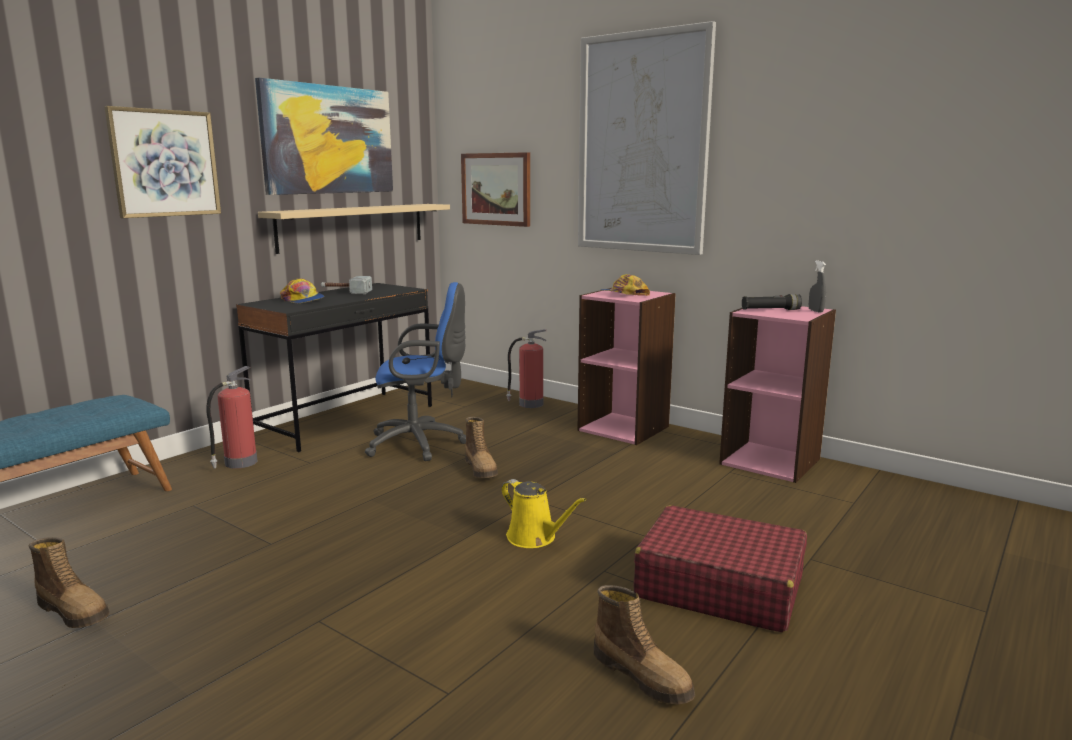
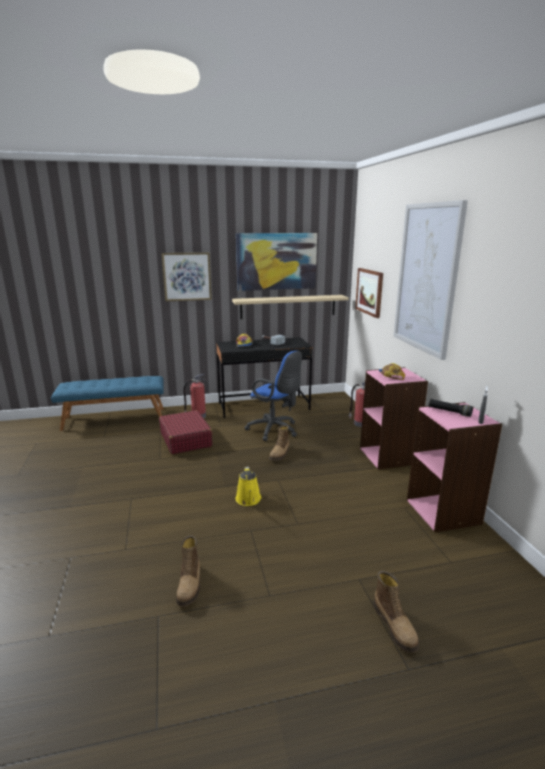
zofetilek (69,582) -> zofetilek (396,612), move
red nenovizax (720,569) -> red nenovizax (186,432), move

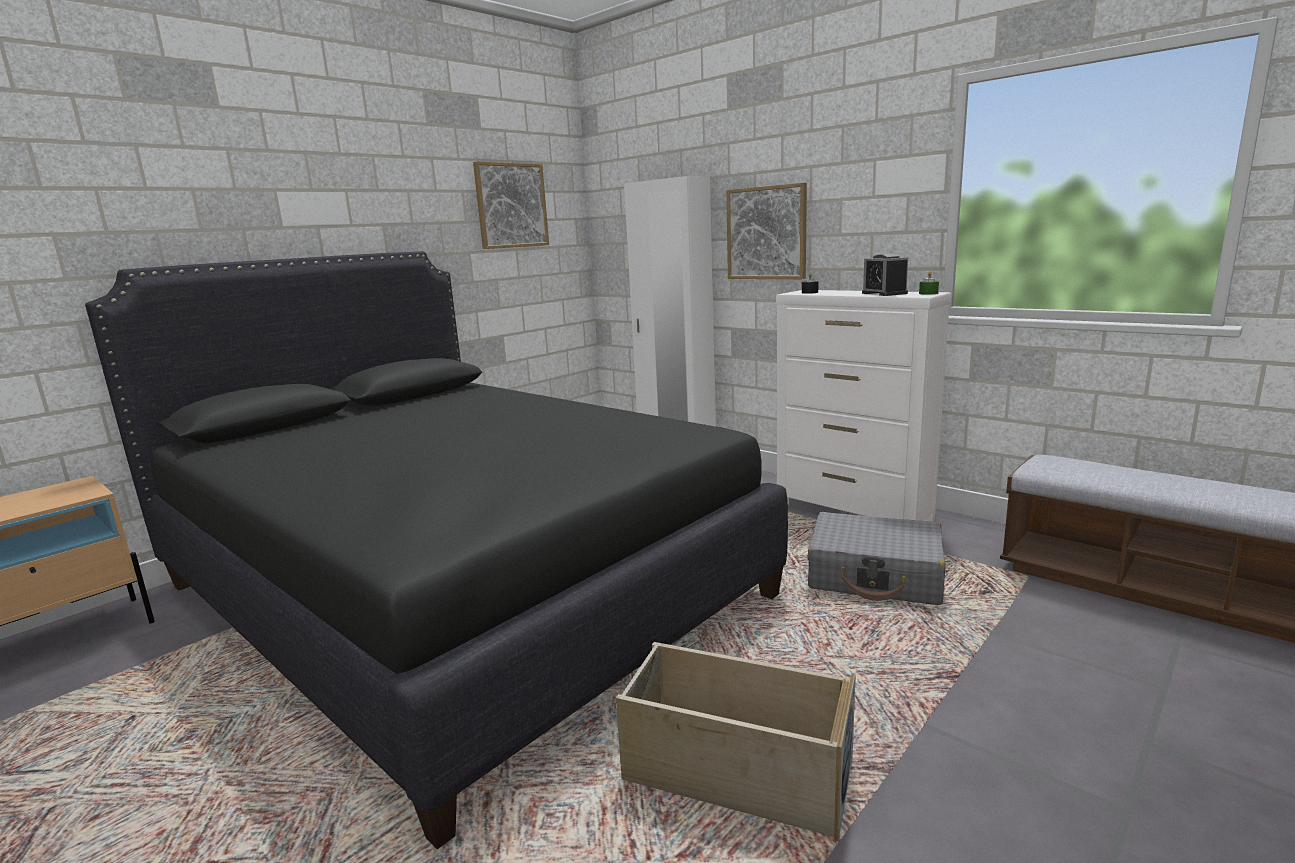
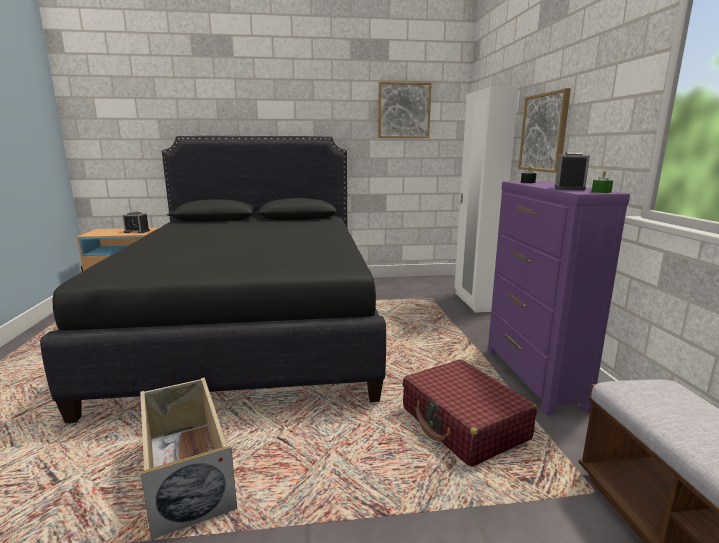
none -> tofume (136,222)
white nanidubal (863,406) -> purple nanidubal (559,298)
grey nenovizax (876,558) -> red nenovizax (470,413)

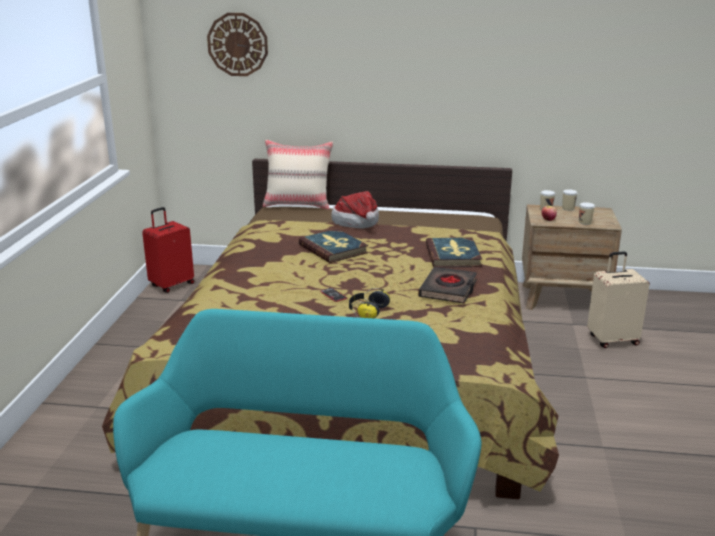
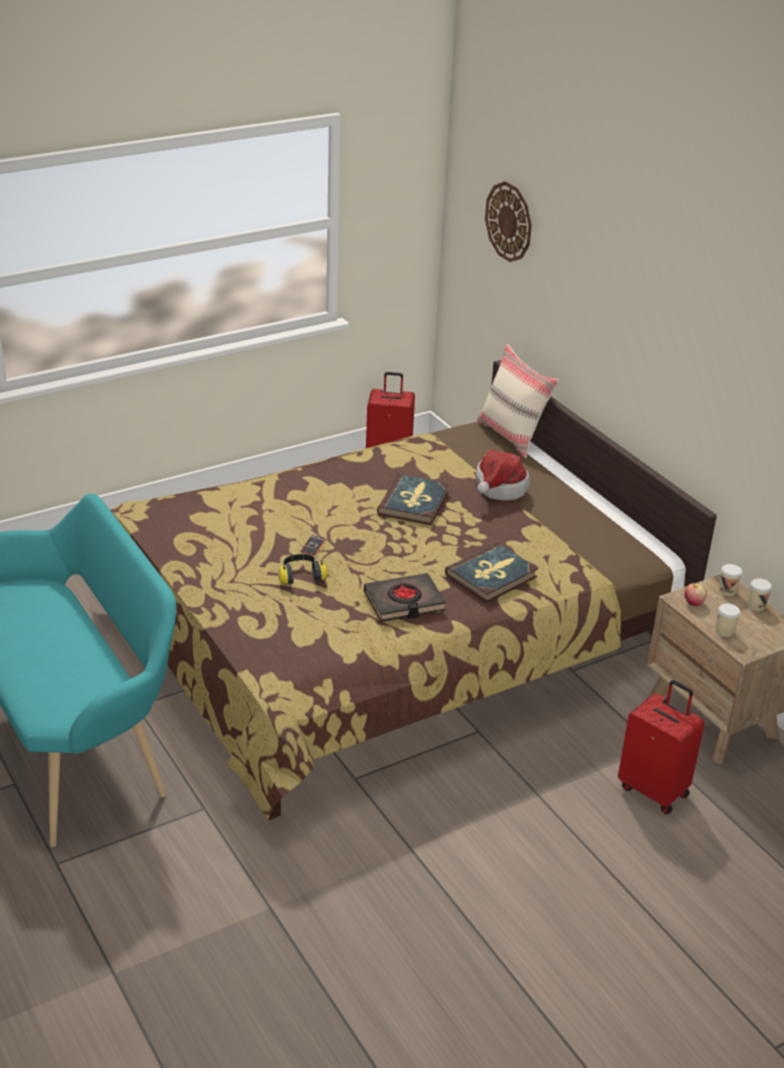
beige nenovizax (618,299) -> red nenovizax (661,747)

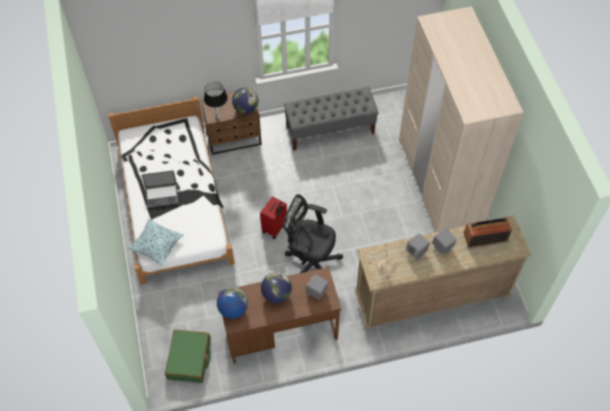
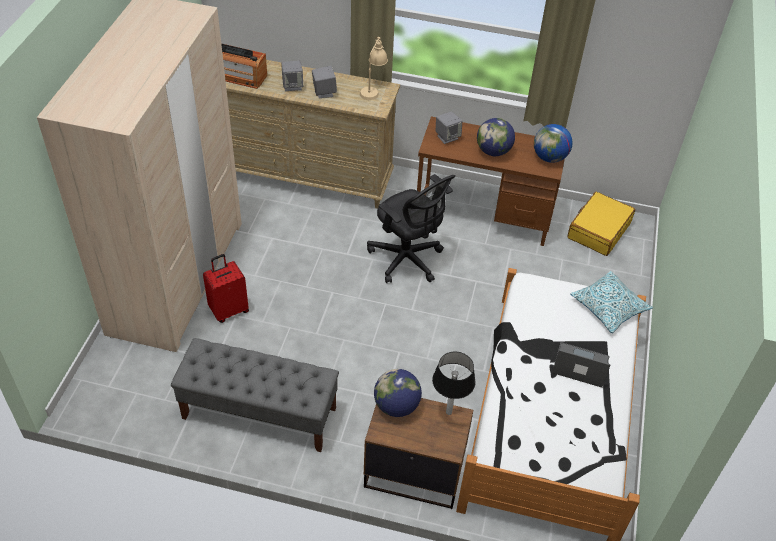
red nenovizax (273,217) -> red nenovizax (226,288), move
green nenovizax (188,356) -> yellow nenovizax (601,224)

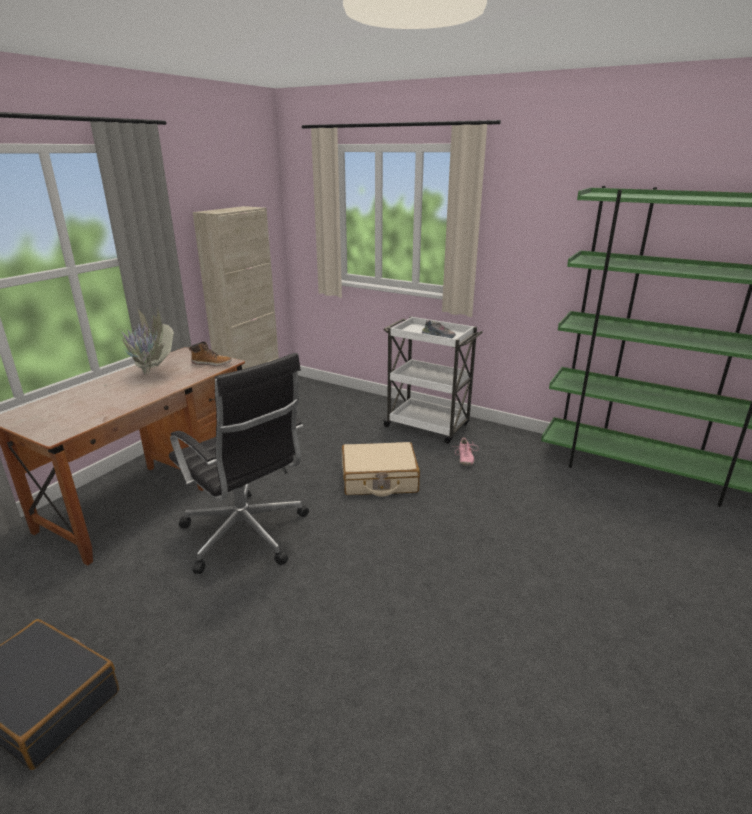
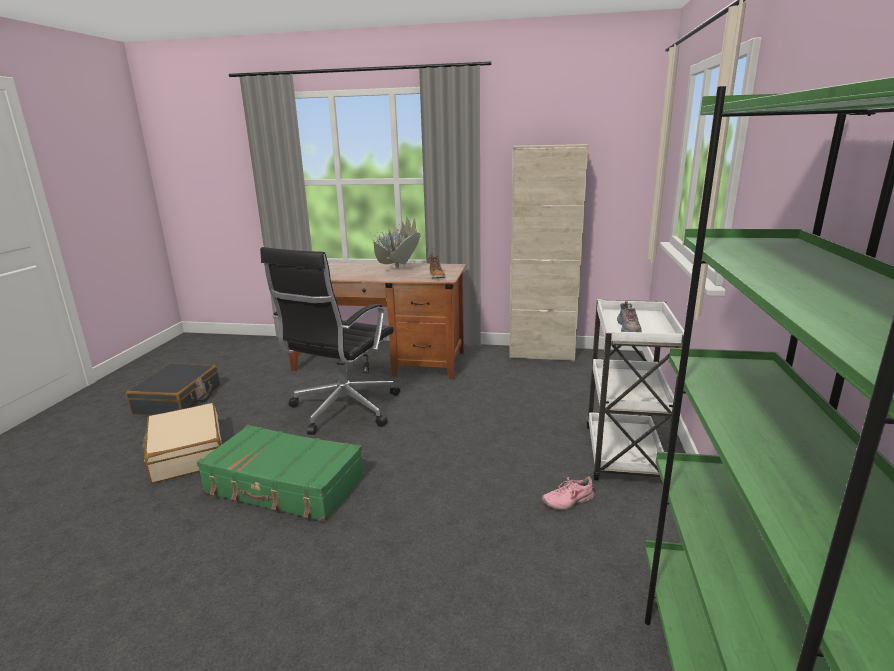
none -> green nenovizax (280,473)
beige nenovizax (381,469) -> beige nenovizax (182,443), move

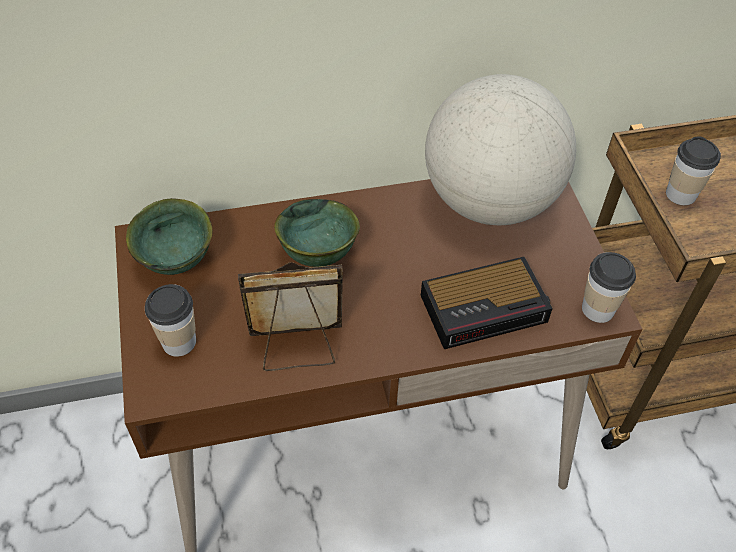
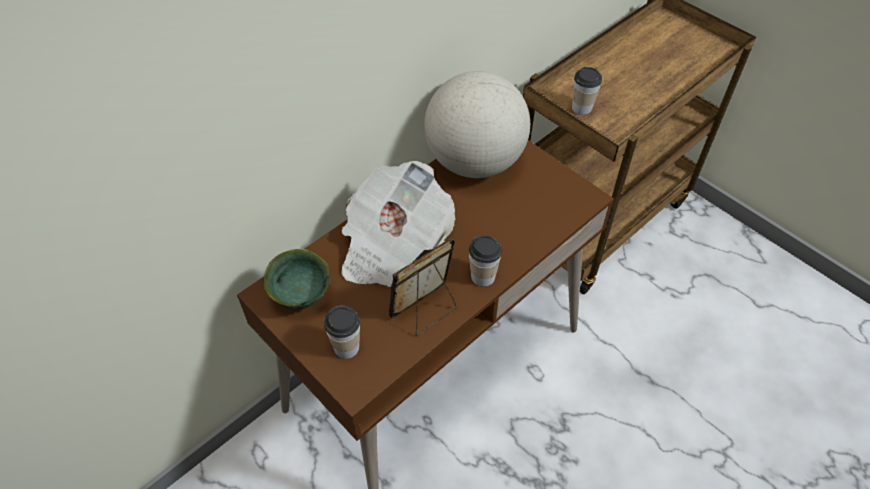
tofume (487,303) -> none
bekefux (609,287) -> bekefux (485,261), move
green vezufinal (317,233) -> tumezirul (398,224)

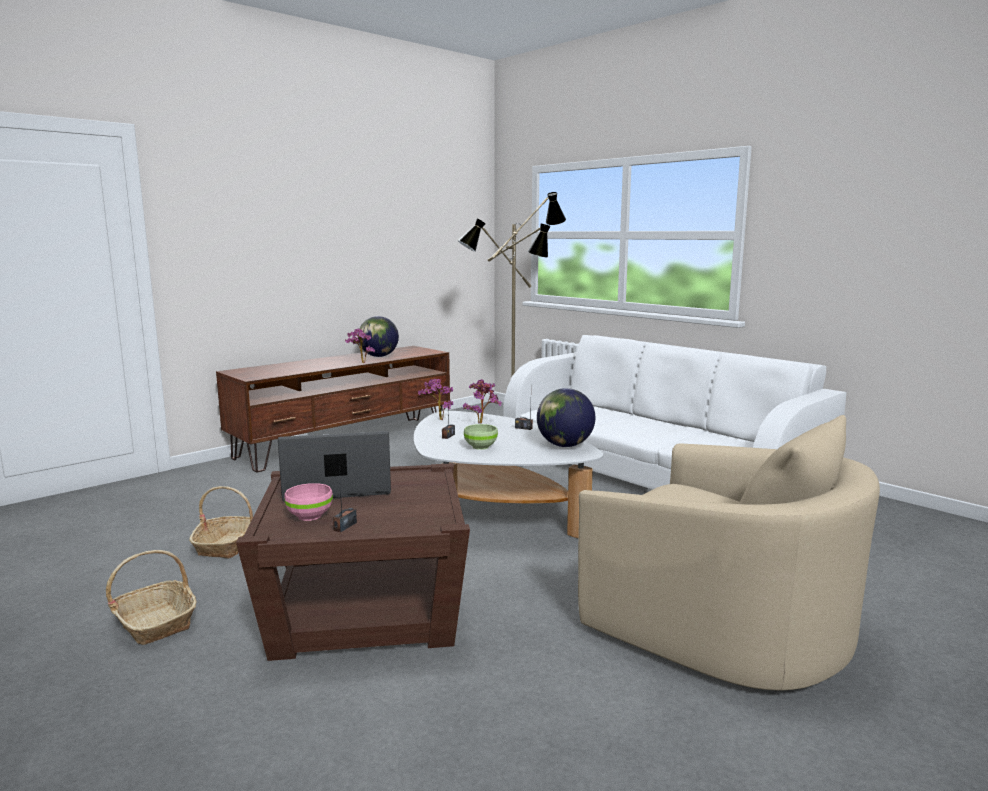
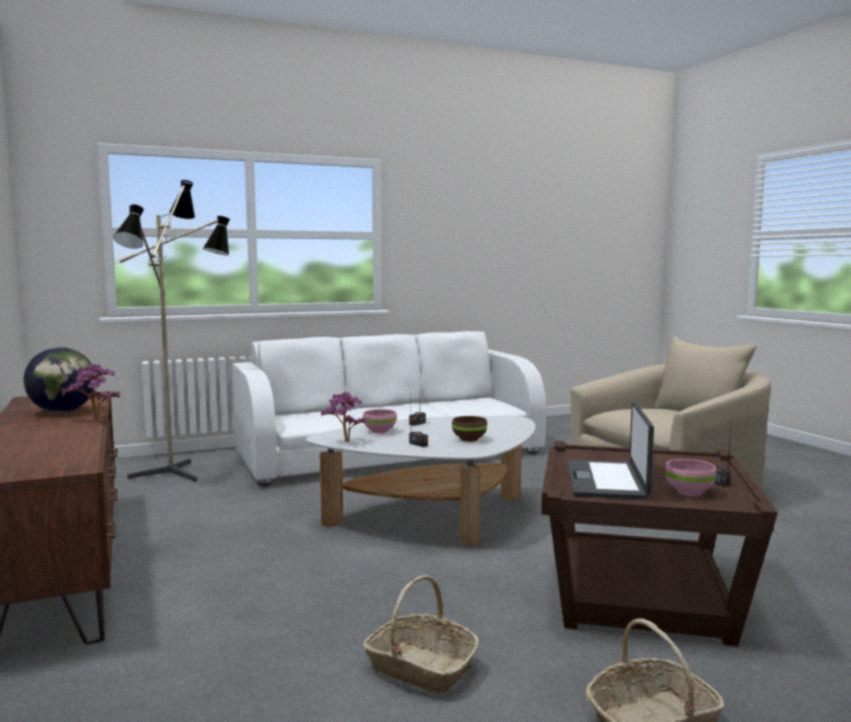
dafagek (566,417) -> none
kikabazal (482,401) -> pink vezufinal (380,421)
green vezufinal (481,437) -> brown vezufinal (469,429)

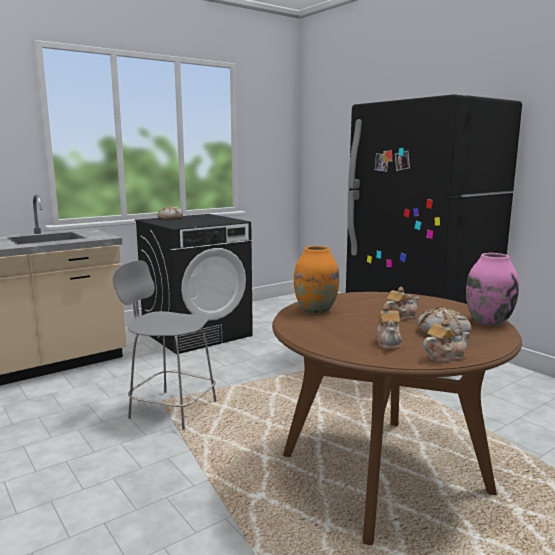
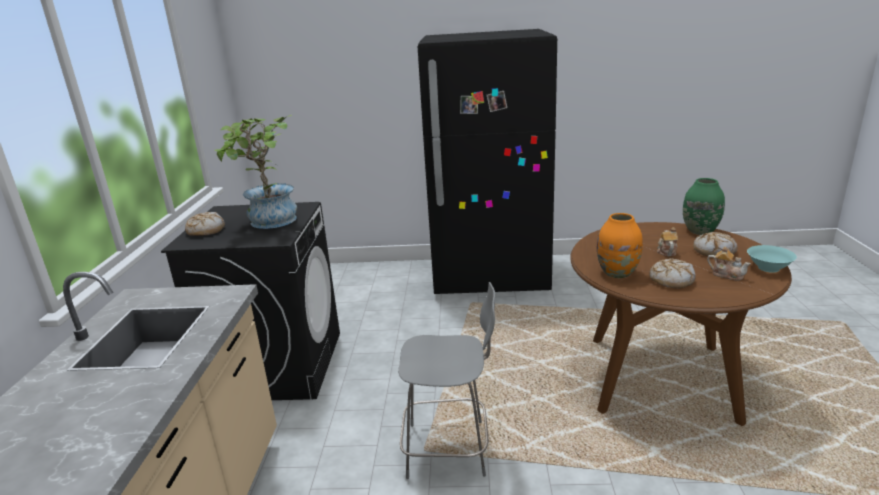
none -> kikabazal (256,172)
none -> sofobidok (672,273)
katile (446,341) -> turquoise vezufinal (772,259)
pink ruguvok (492,289) -> green ruguvok (704,206)
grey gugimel (165,345) -> grey gugimel (446,380), 150 degrees counterclockwise

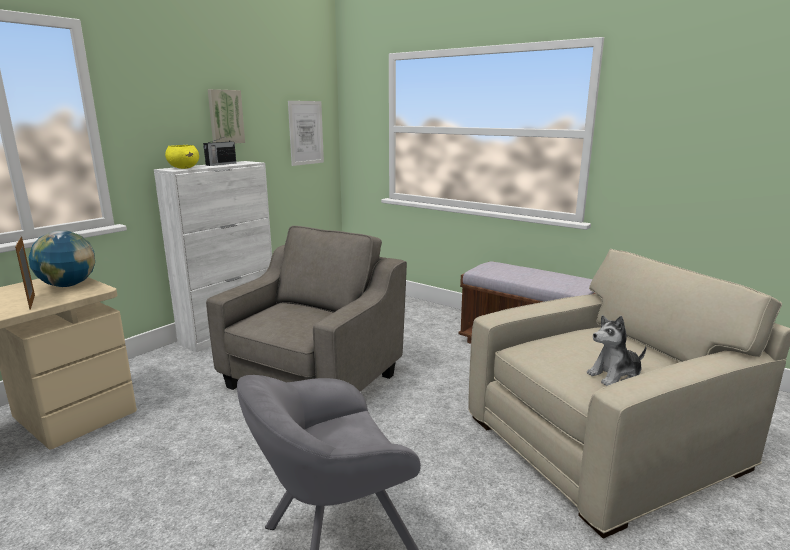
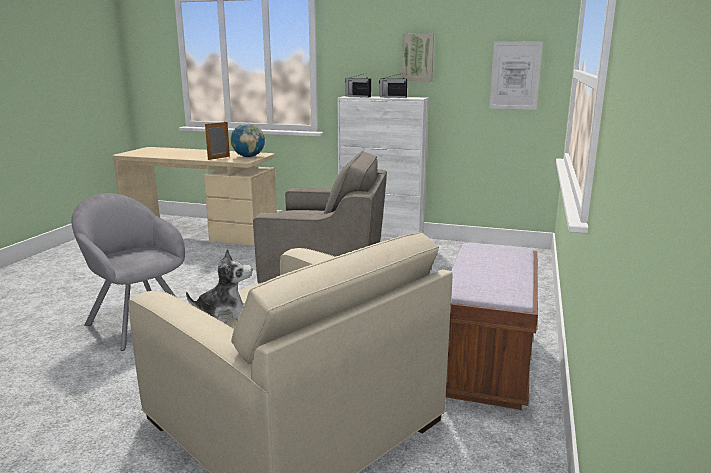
yellow vezufinal (182,157) -> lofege (358,85)
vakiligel (617,350) -> vakiligel (219,286), 120 degrees clockwise

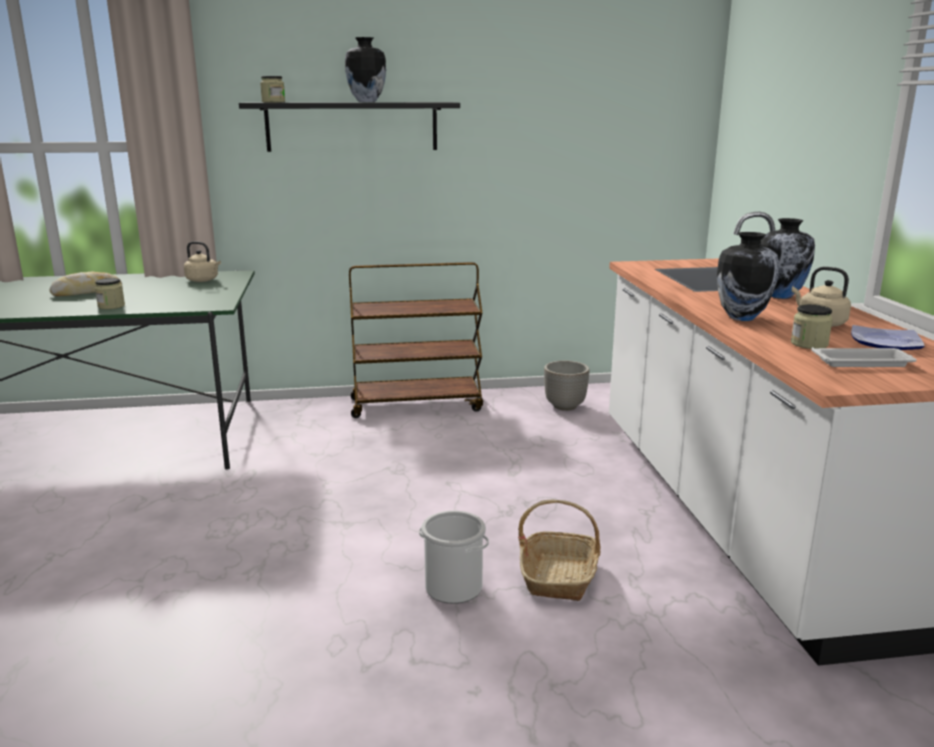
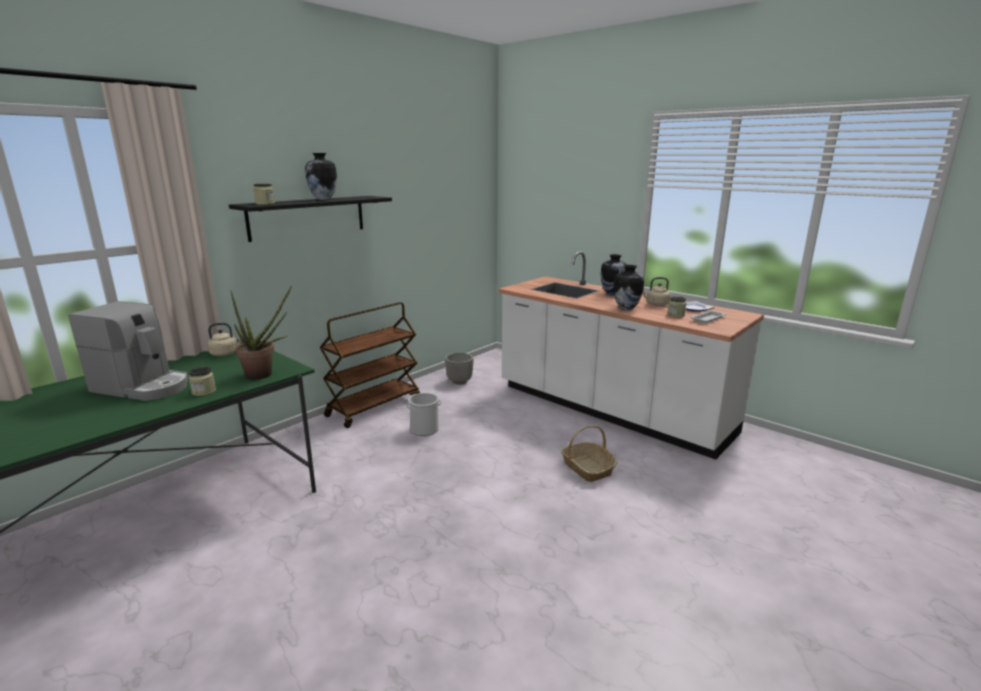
none -> kikabazal (261,333)
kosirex (454,557) -> kosirex (423,414), move
sofobidok (85,284) -> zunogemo (128,351)

